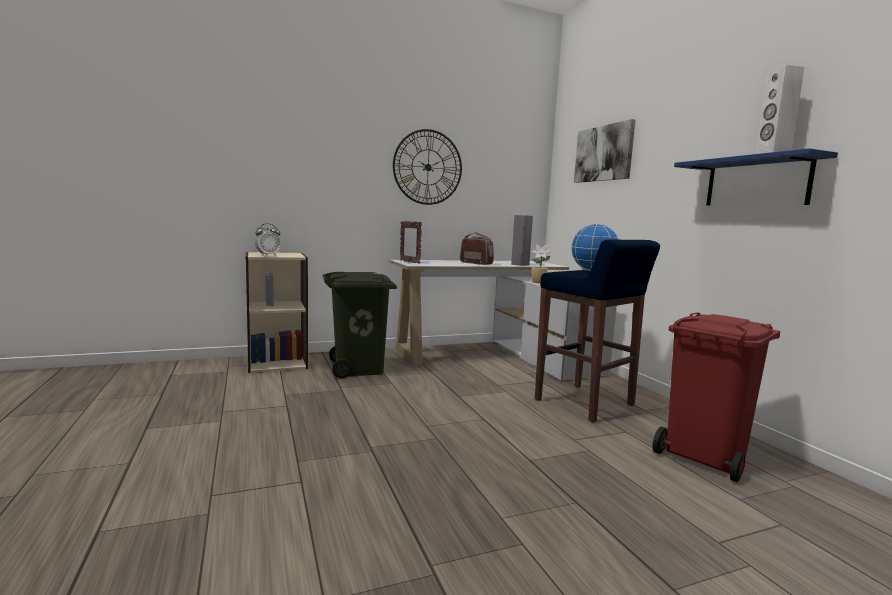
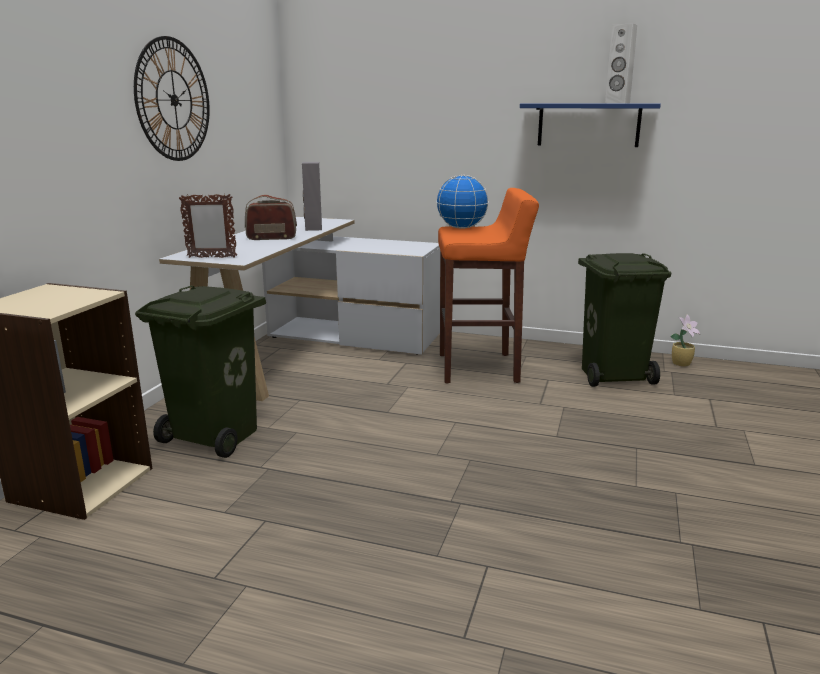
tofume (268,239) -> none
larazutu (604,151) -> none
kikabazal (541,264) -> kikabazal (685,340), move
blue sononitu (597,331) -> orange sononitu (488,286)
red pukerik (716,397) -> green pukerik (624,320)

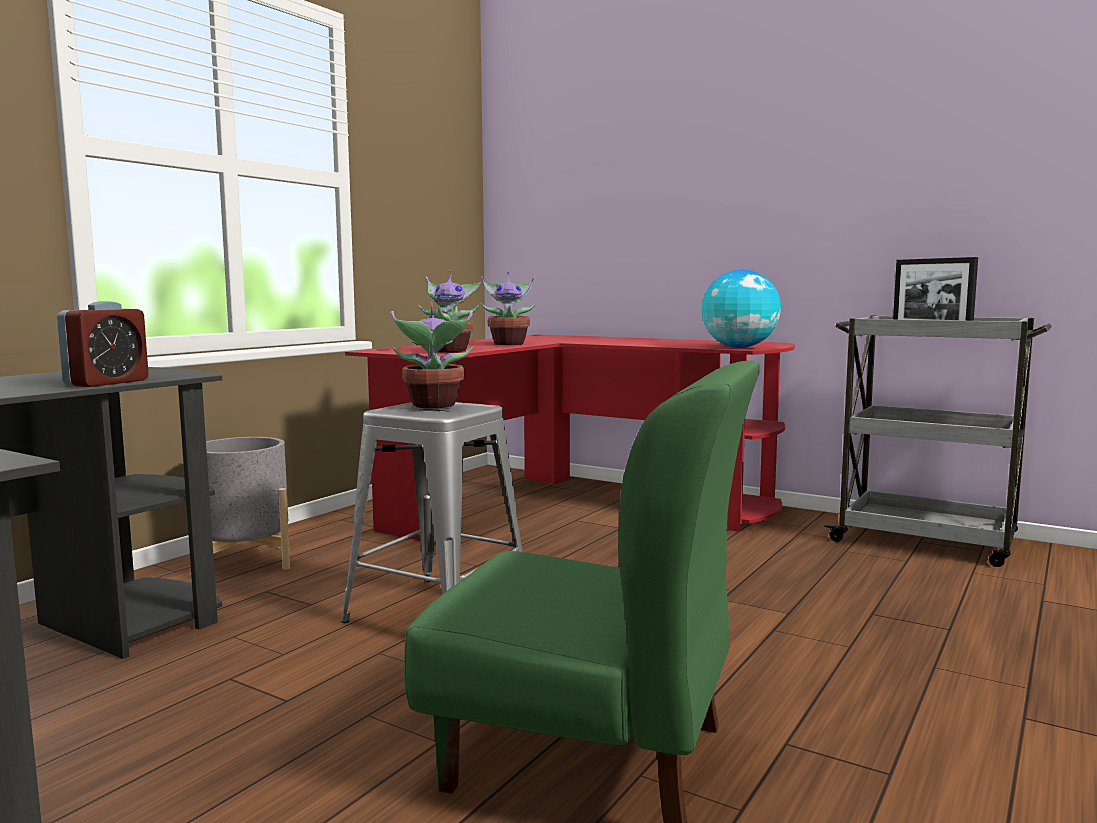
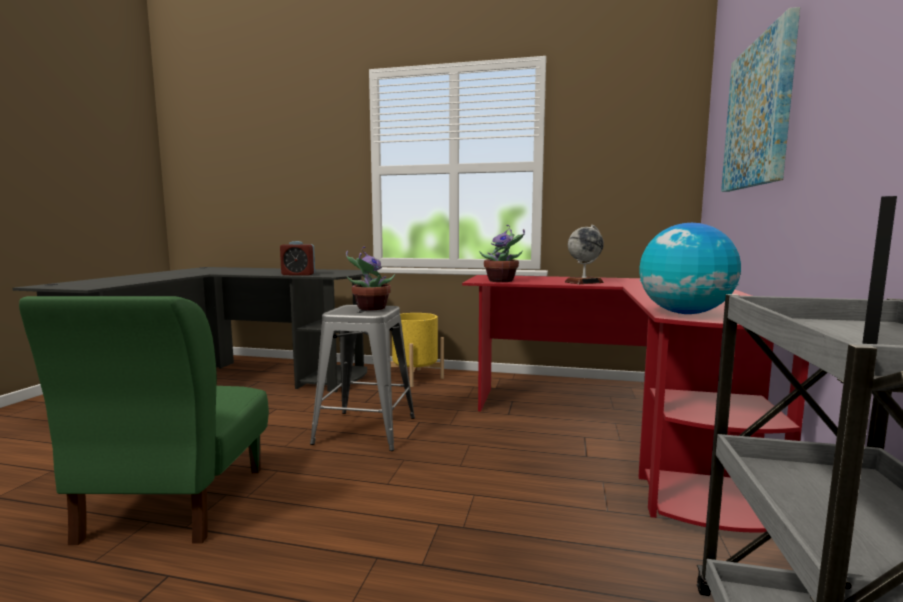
none -> larazutu (760,99)
kikabazal (508,308) -> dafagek (584,254)
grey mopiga (248,503) -> yellow mopiga (417,350)

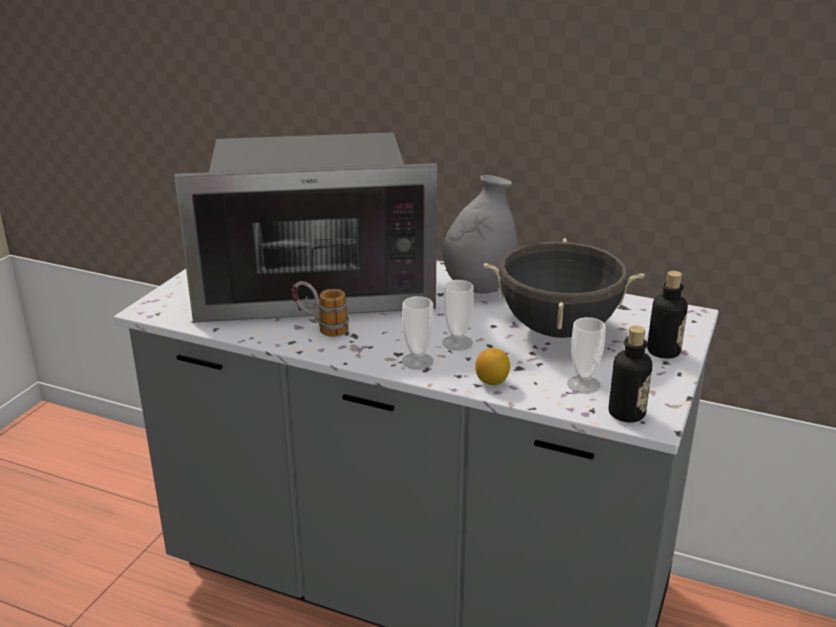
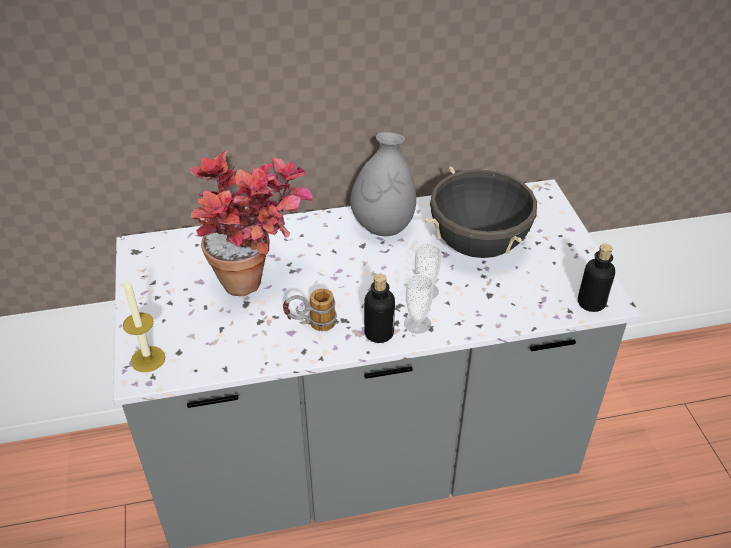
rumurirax (492,366) -> none
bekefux (586,355) -> none
none -> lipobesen (144,326)
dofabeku (667,315) -> dofabeku (379,308), move
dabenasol (305,227) -> kikabazal (251,223)

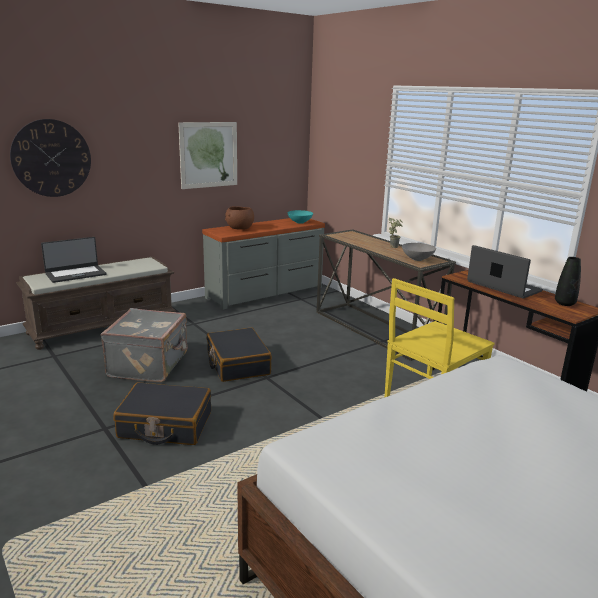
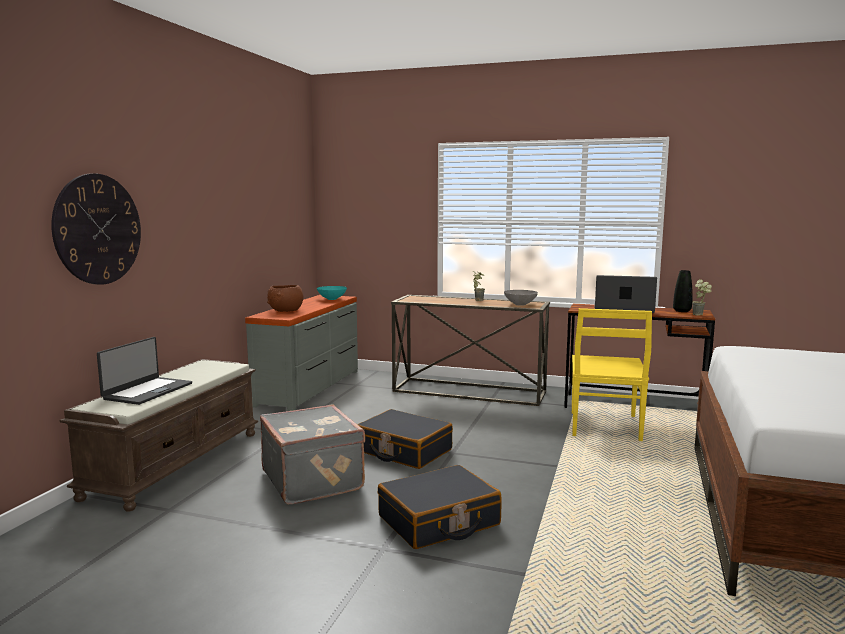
larazutu (207,155) -> none
none -> kikabazal (702,297)

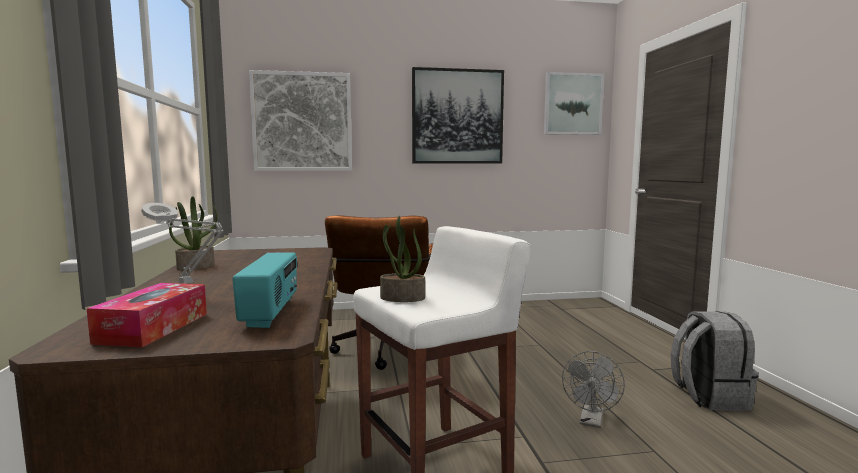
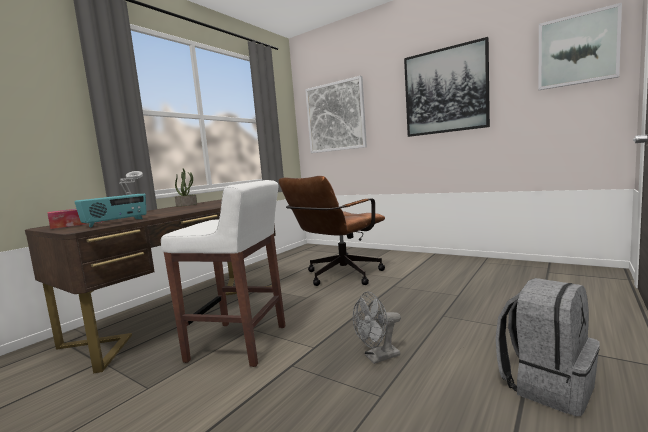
kikabazal (402,259) -> none

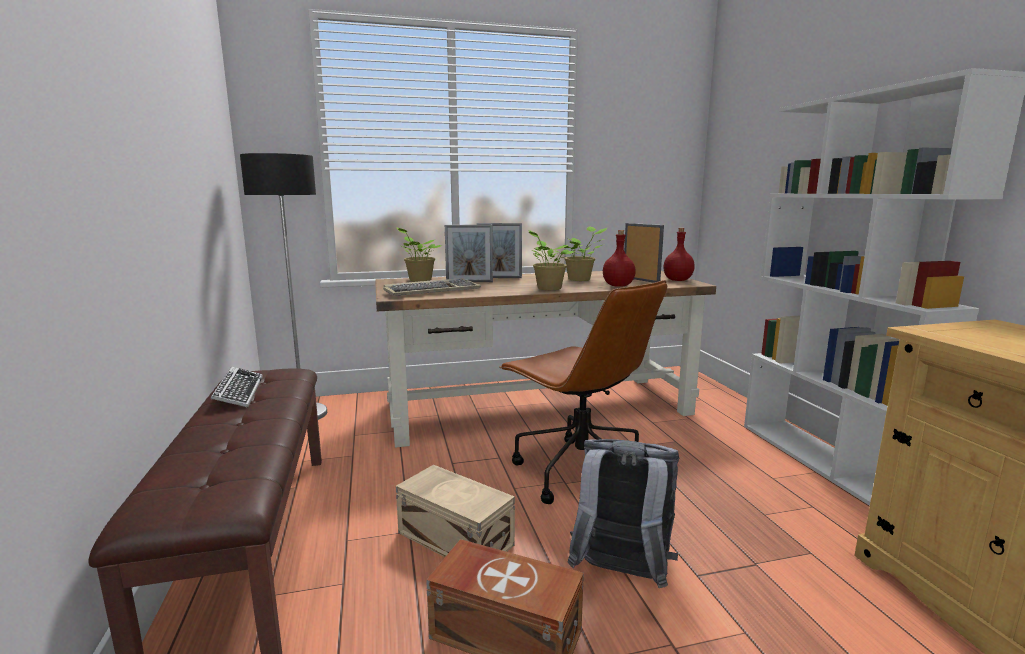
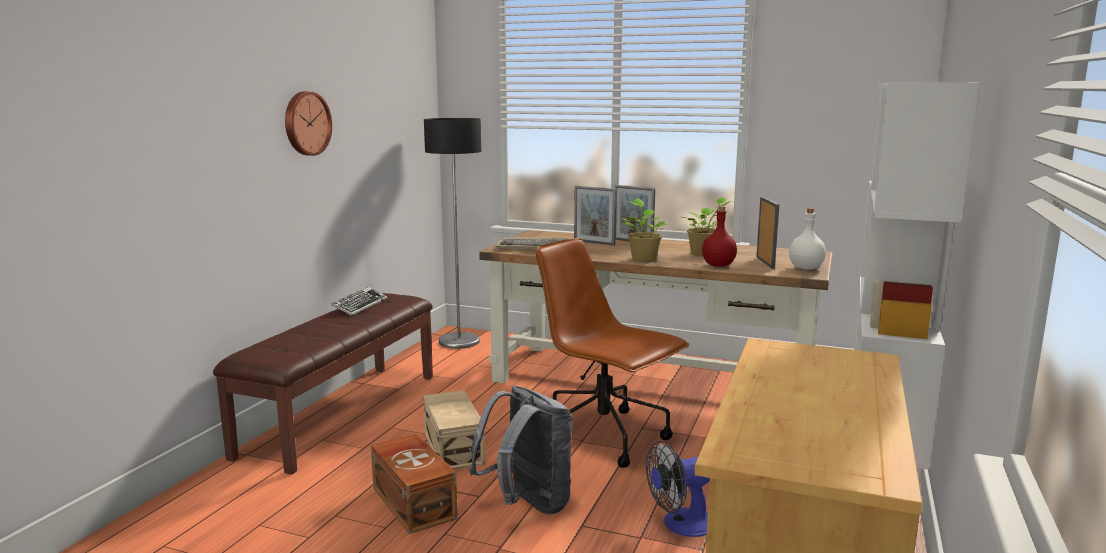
kikabazal (419,254) -> none
none -> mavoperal (308,123)
none -> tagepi (678,489)
red dofabeku (679,254) -> white dofabeku (807,239)
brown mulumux (583,392) -> brown mulumux (612,353), 135 degrees clockwise

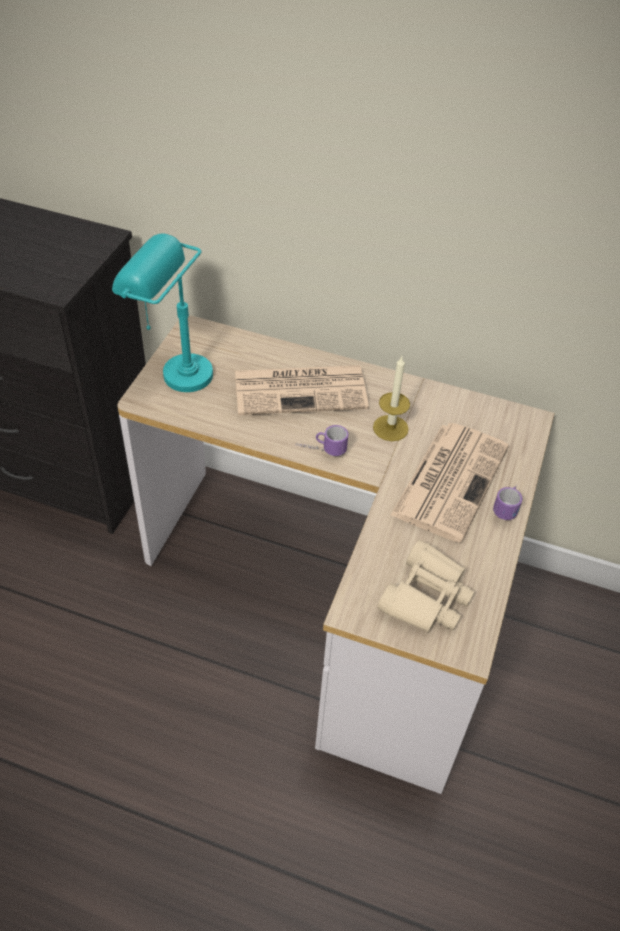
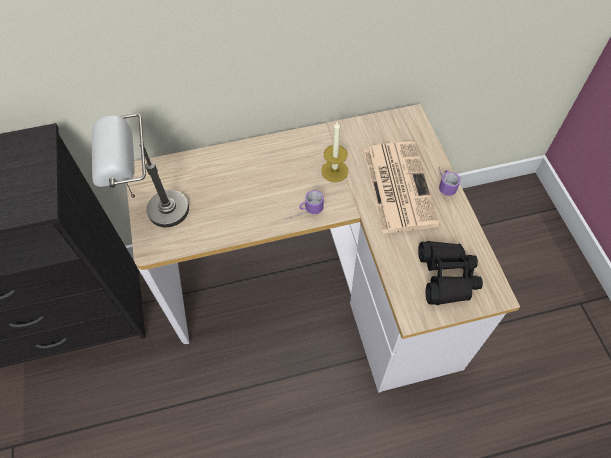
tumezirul (302,390) -> none
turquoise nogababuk (162,313) -> grey nogababuk (140,170)
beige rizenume (426,586) -> black rizenume (450,273)

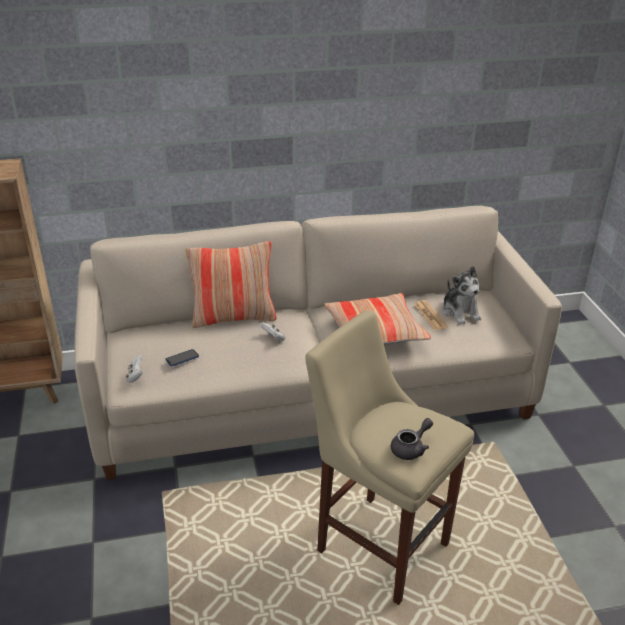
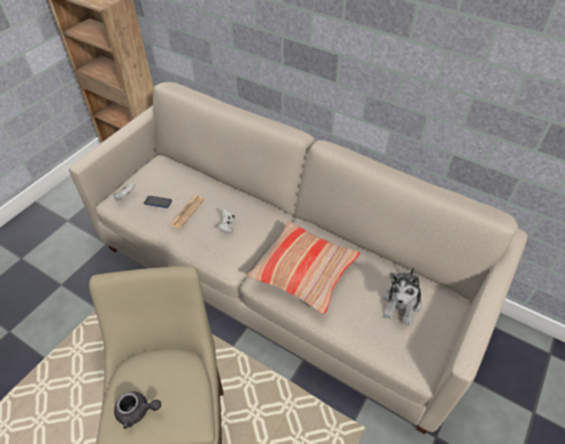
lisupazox (231,284) -> none
tumezirul (431,315) -> tumezirul (186,212), move

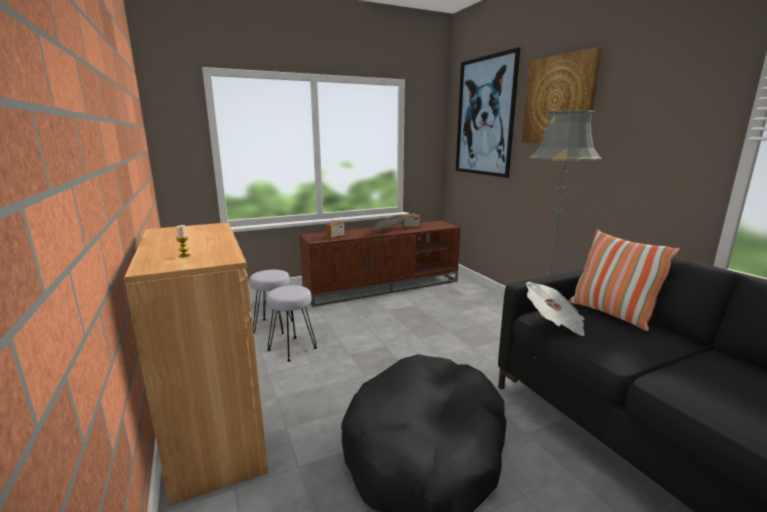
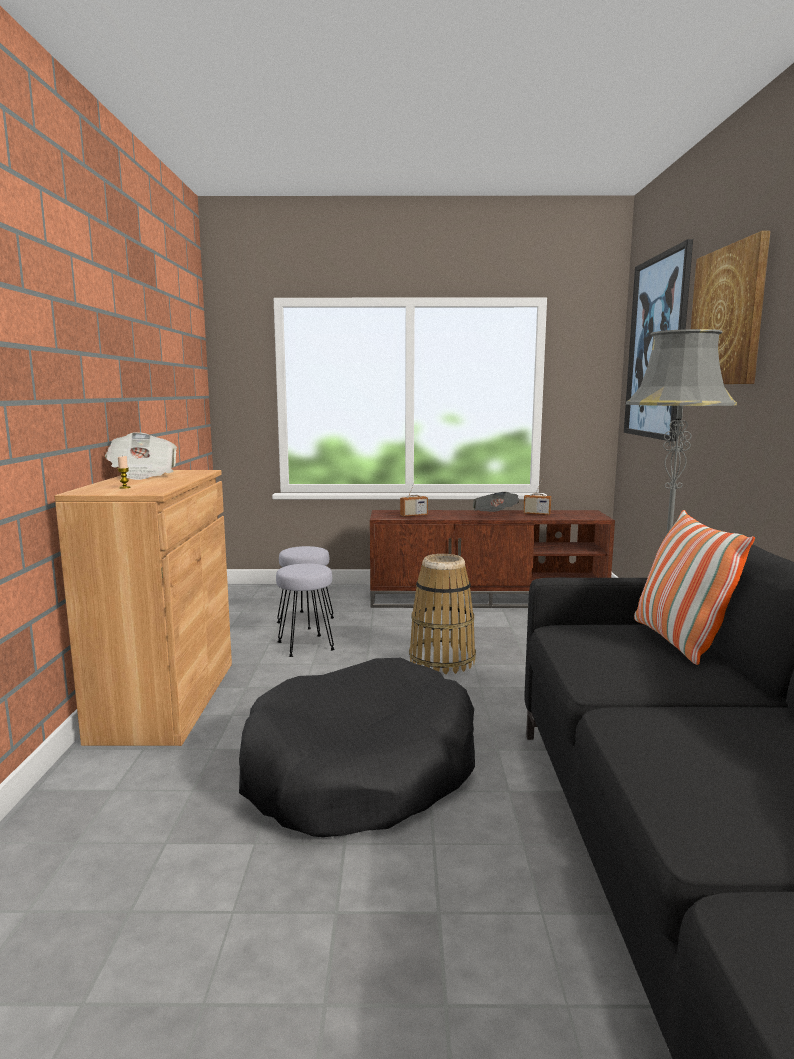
none -> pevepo (442,614)
tumezirul (555,309) -> tumezirul (141,456), move

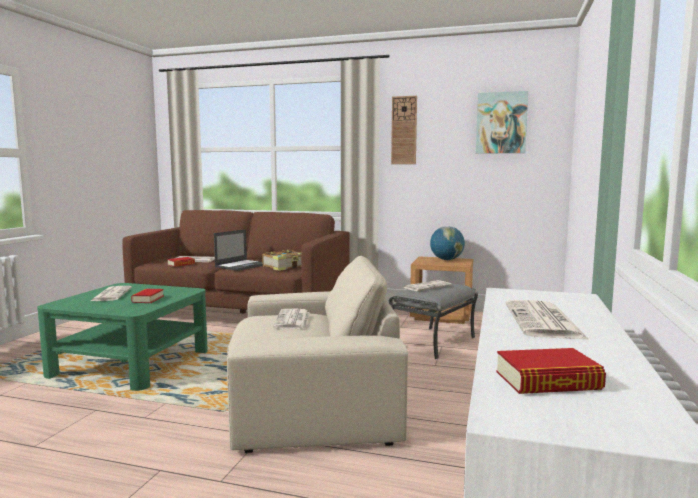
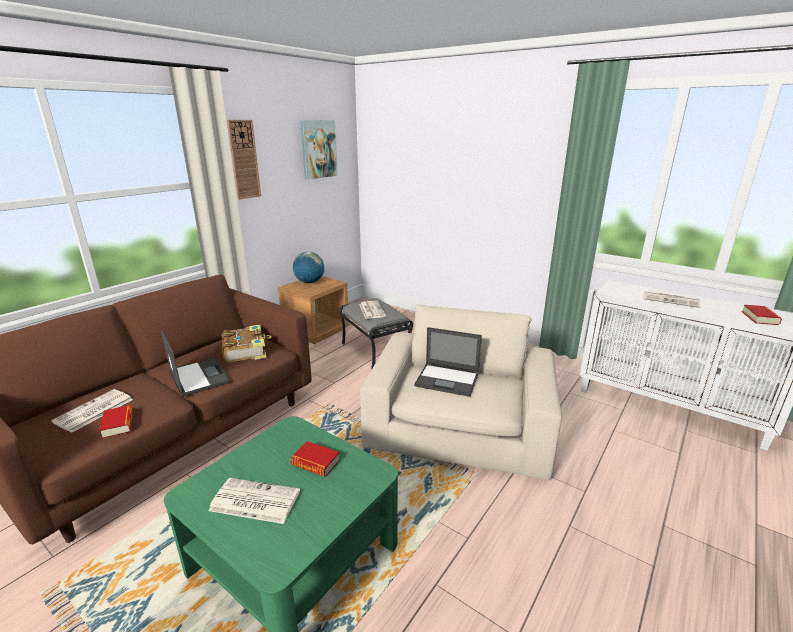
tumezirul (291,319) -> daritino (448,362)

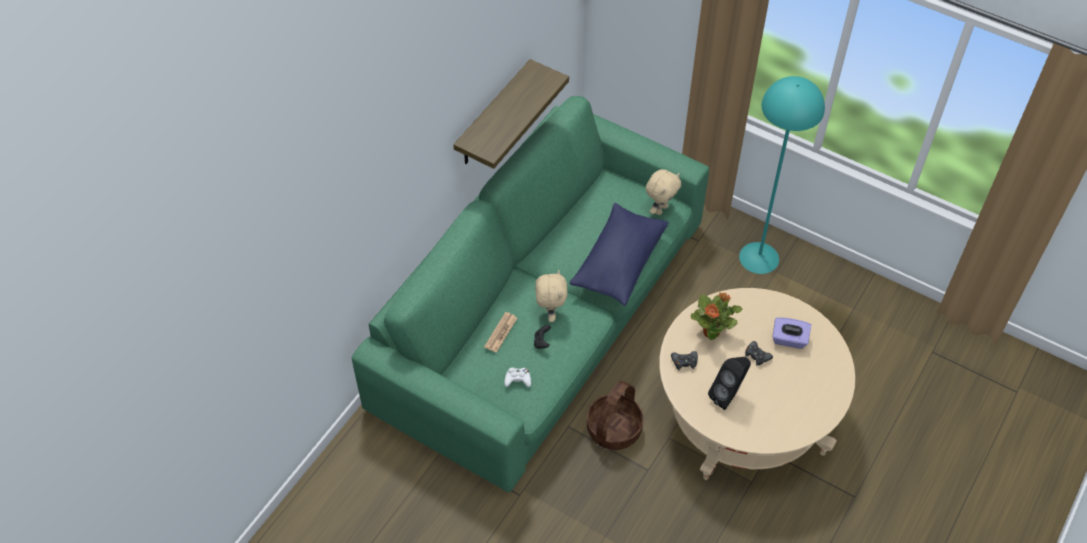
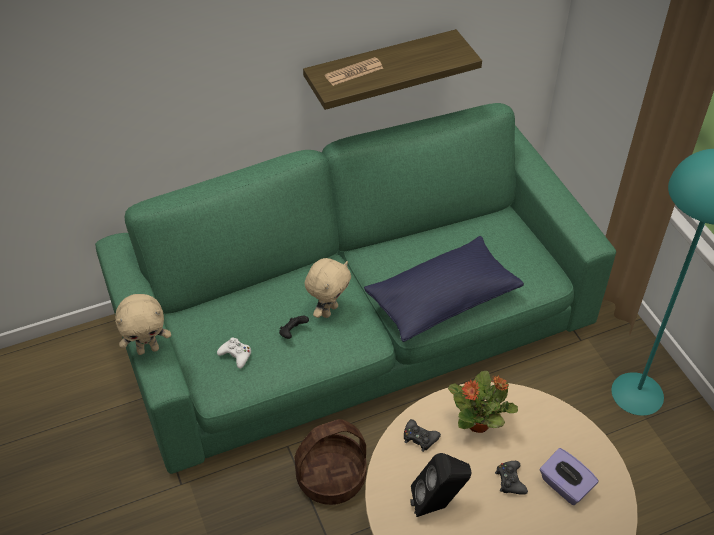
tumezirul (500,332) -> tumezirul (354,71), move
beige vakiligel (663,192) -> beige vakiligel (143,324), move

